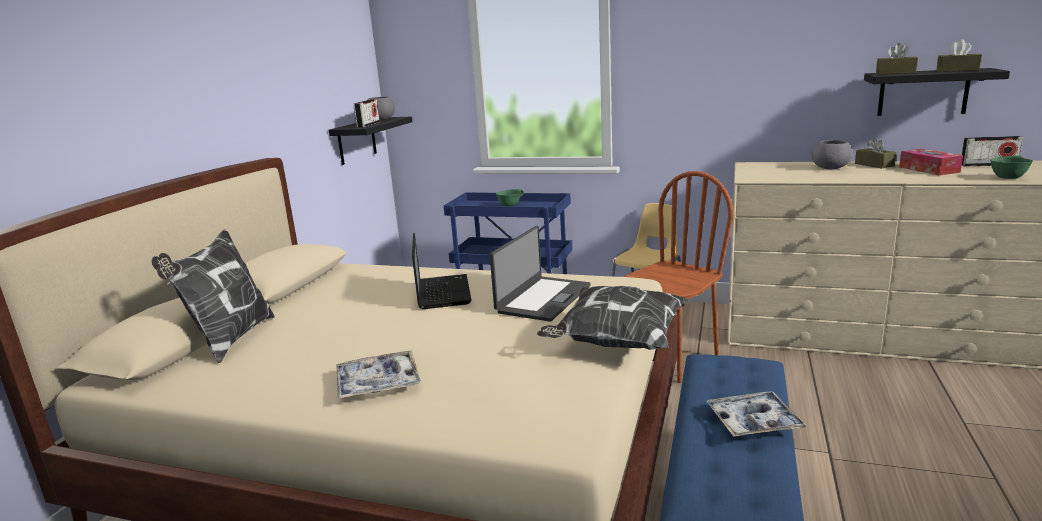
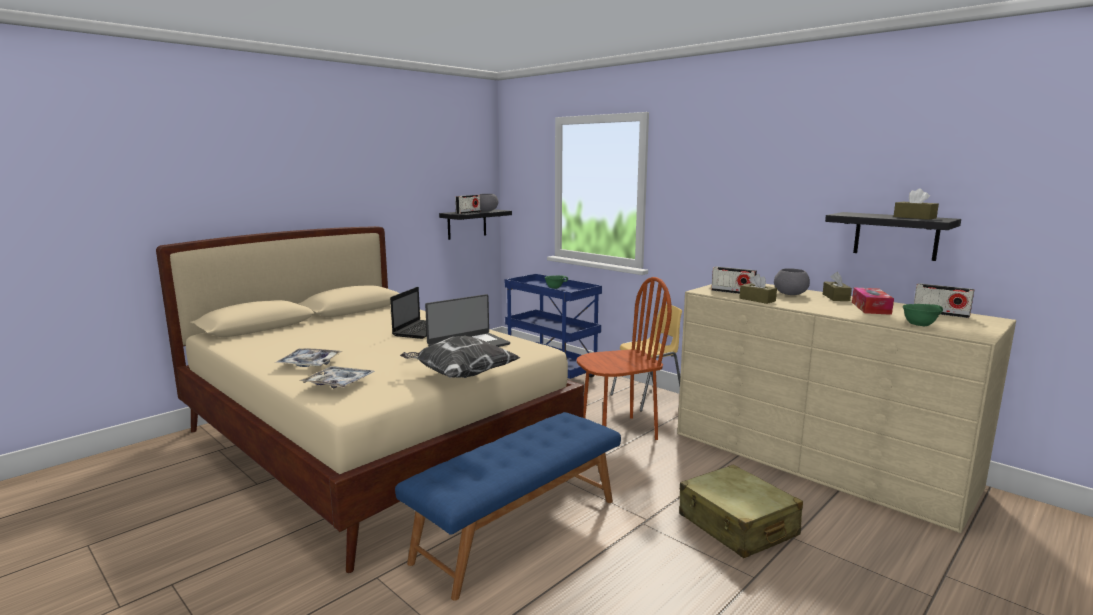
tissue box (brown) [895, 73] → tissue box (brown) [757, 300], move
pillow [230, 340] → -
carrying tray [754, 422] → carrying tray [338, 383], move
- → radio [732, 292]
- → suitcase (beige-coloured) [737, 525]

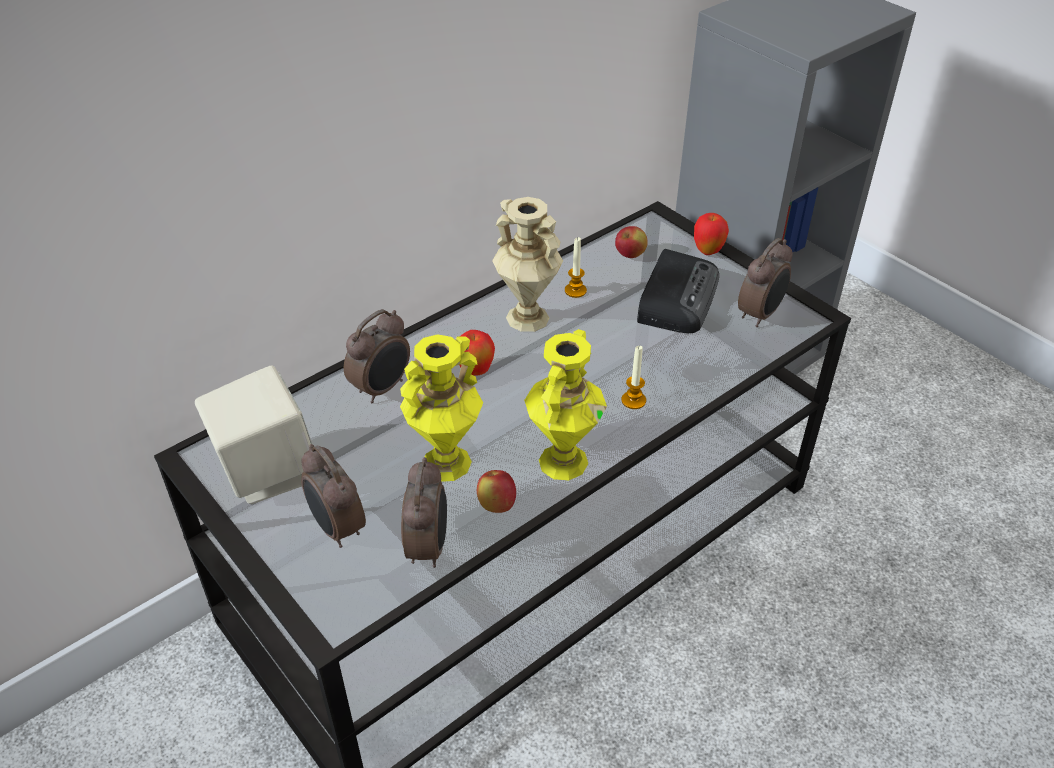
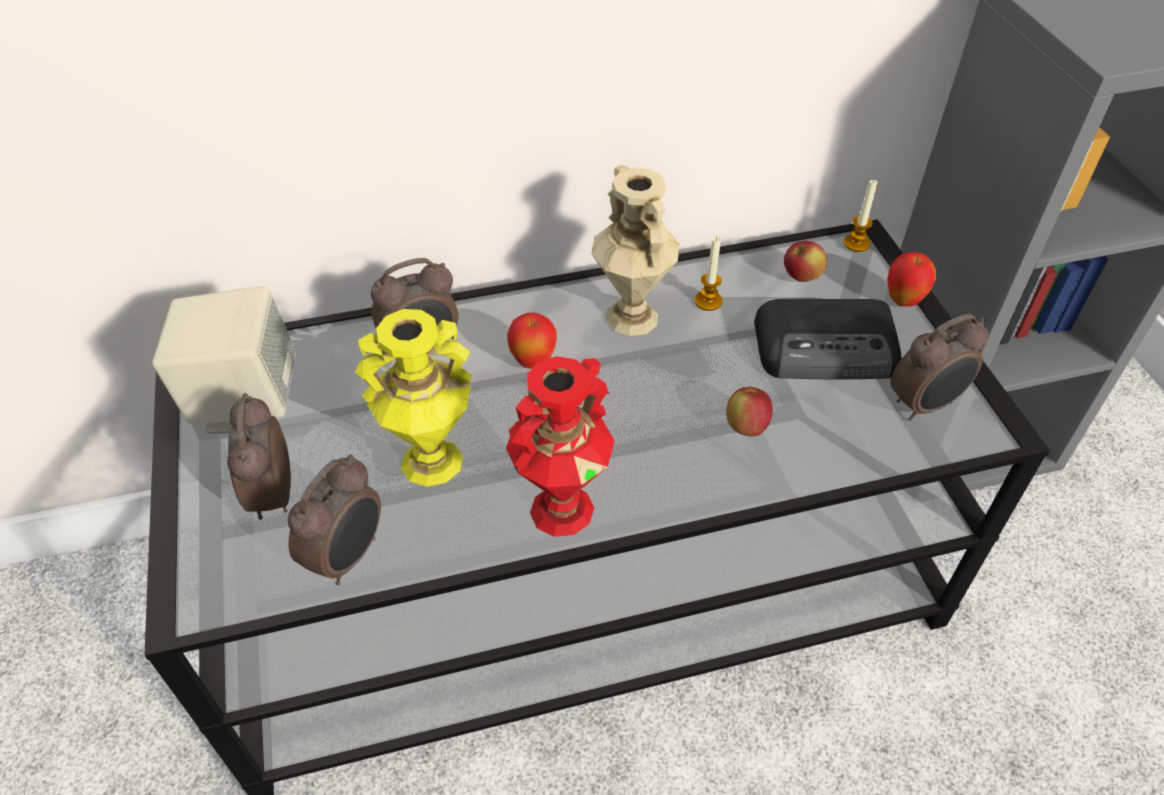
radio [677, 298] → radio [828, 349], 45 degrees clockwise
flower vase (yellow) [562, 460] → flower vase (red-coloured) [561, 508]
candle [633, 400] → candle [856, 243], move
apple fruit [496, 505] → apple fruit [746, 426], move

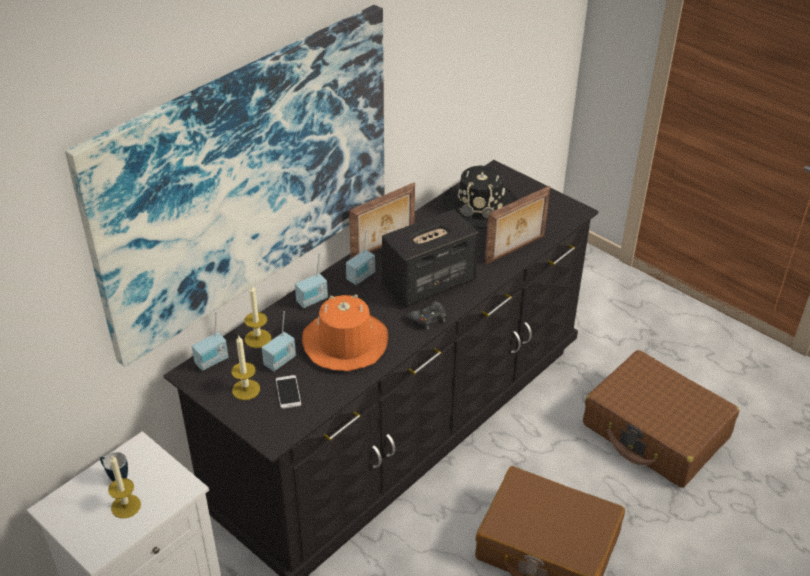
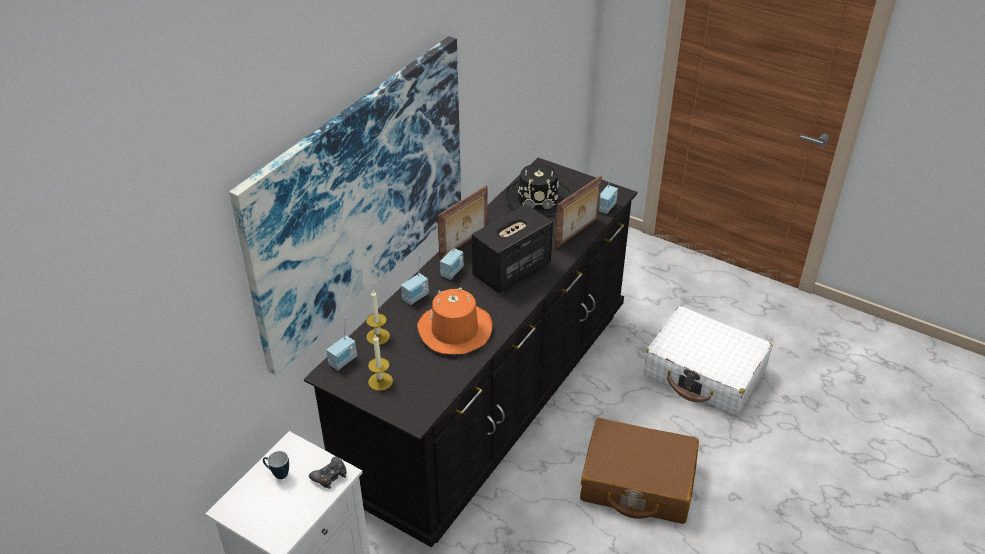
joypad (black) [428, 319] → joypad (black) [330, 476], move
radio [281, 361] → radio [607, 207], move
suitcase (brown) [656, 431] → suitcase (white-coloured) [704, 373]
telephone [288, 392] → -
candle [126, 506] → -

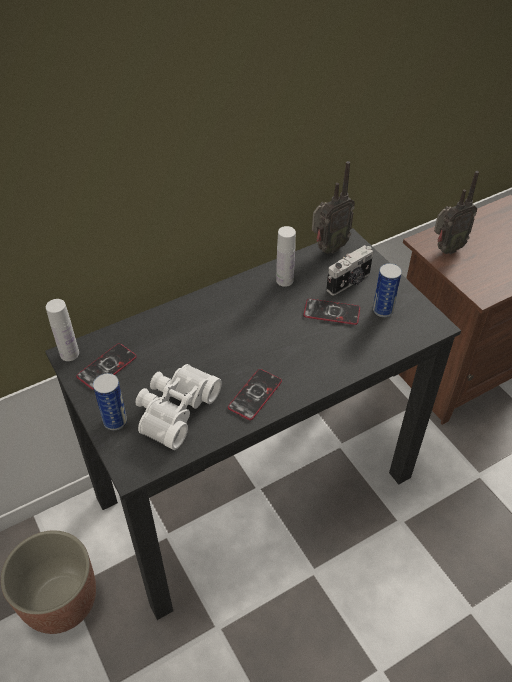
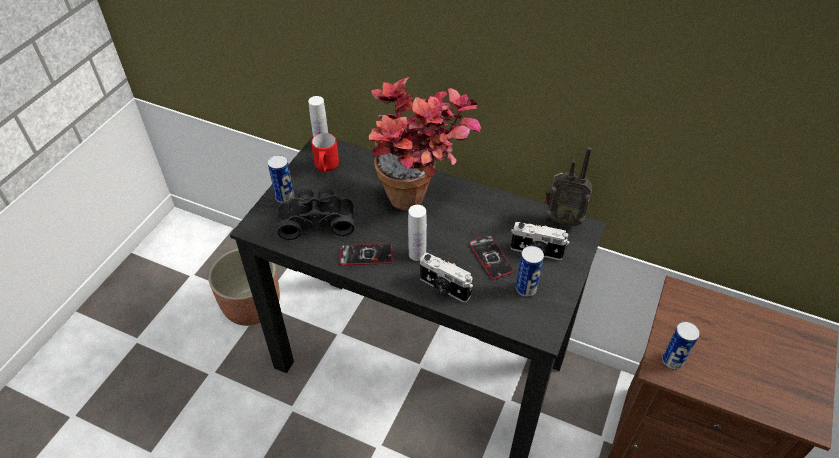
radio [446, 249] → -
beverage bottle (white-coloured) [284, 280] → beverage bottle (white-coloured) [417, 254], move
telephone [107, 367] → tea mug (red-coloured) [326, 167]
field glasses (white-coloured) [174, 410] → field glasses (black) [317, 220]
- → potted plant [420, 200]
- → still camera [444, 288]
- → can [672, 361]

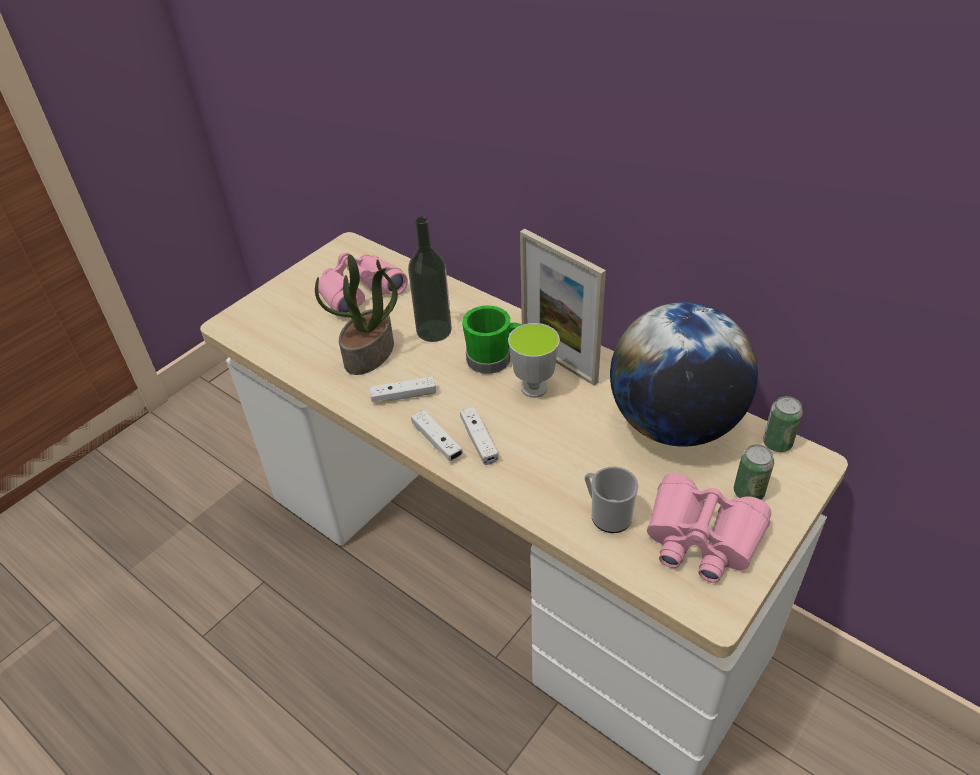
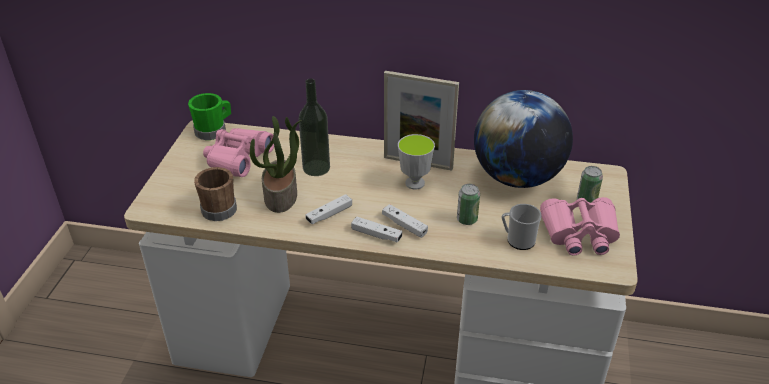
tea mug (green) [494, 359] → tea mug (green) [214, 130], move
can [777, 443] → can [467, 219], move
- → tea mug (brown) [218, 207]

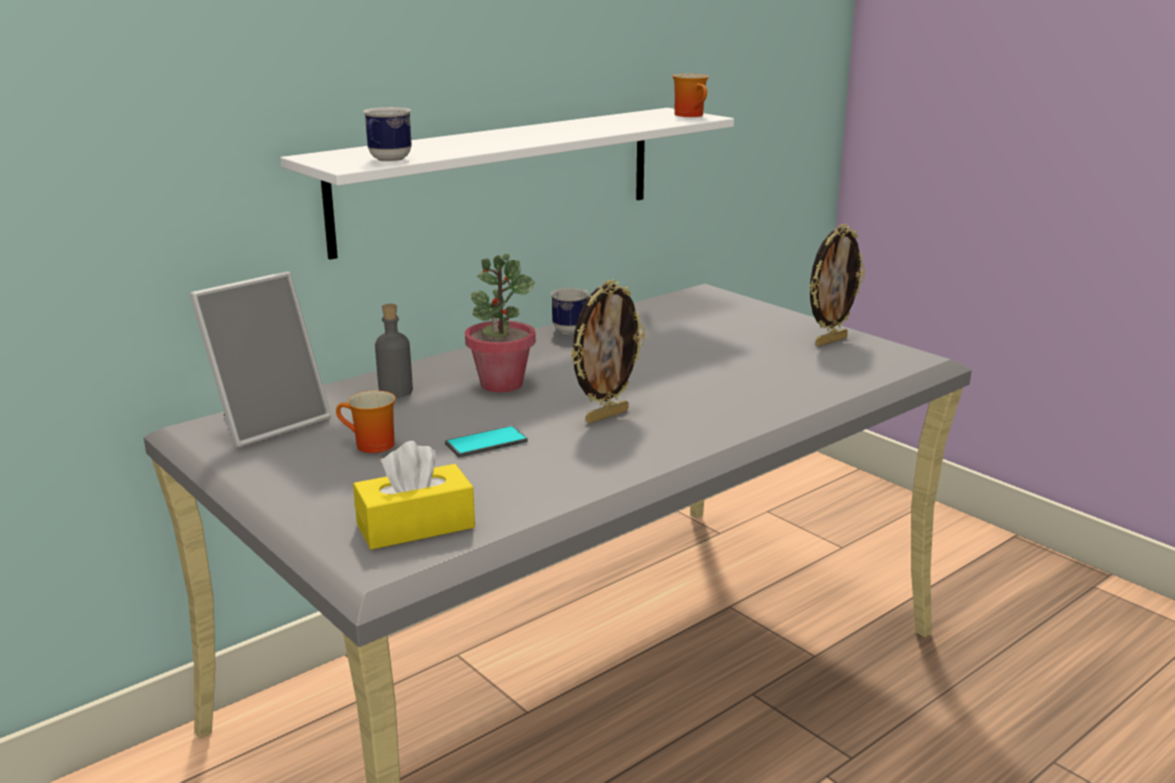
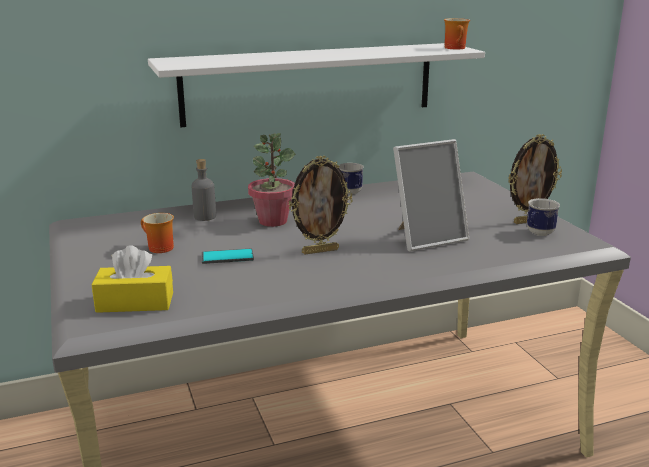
tea mug [386, 160] → tea mug [538, 234], move
picture frame [268, 423] → picture frame [427, 238], move

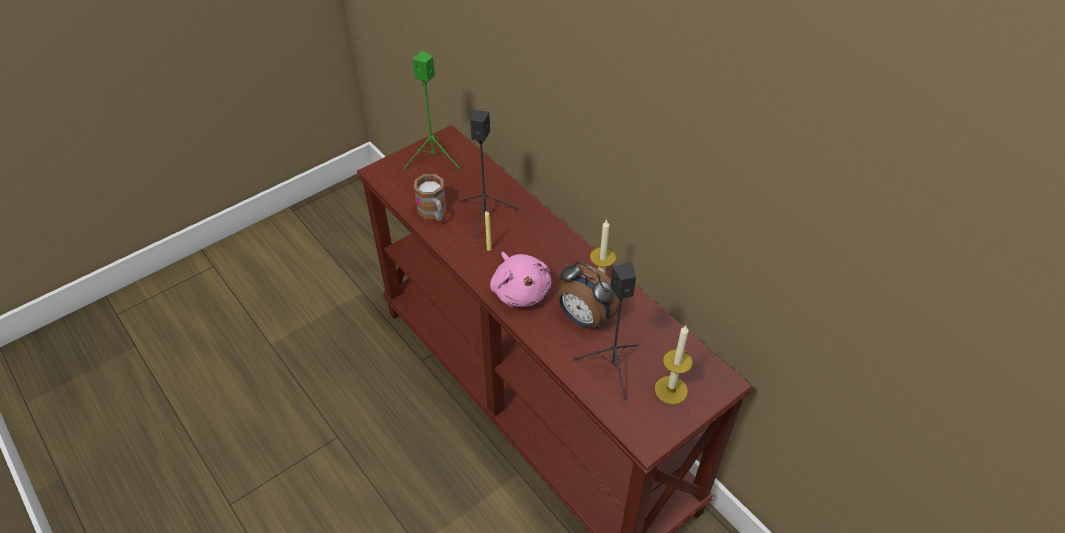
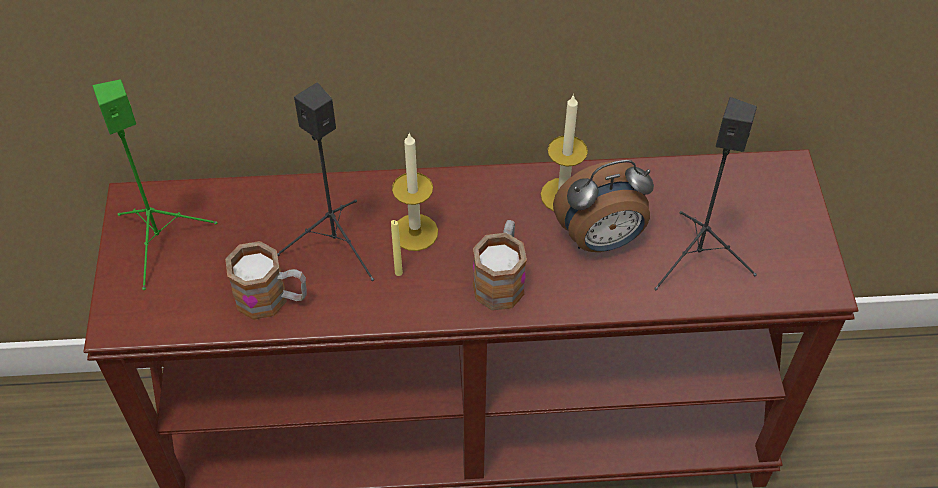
cuddly toy (pink) [520, 290] → tea mug [501, 279]
candle [671, 390] → candle [415, 232], move

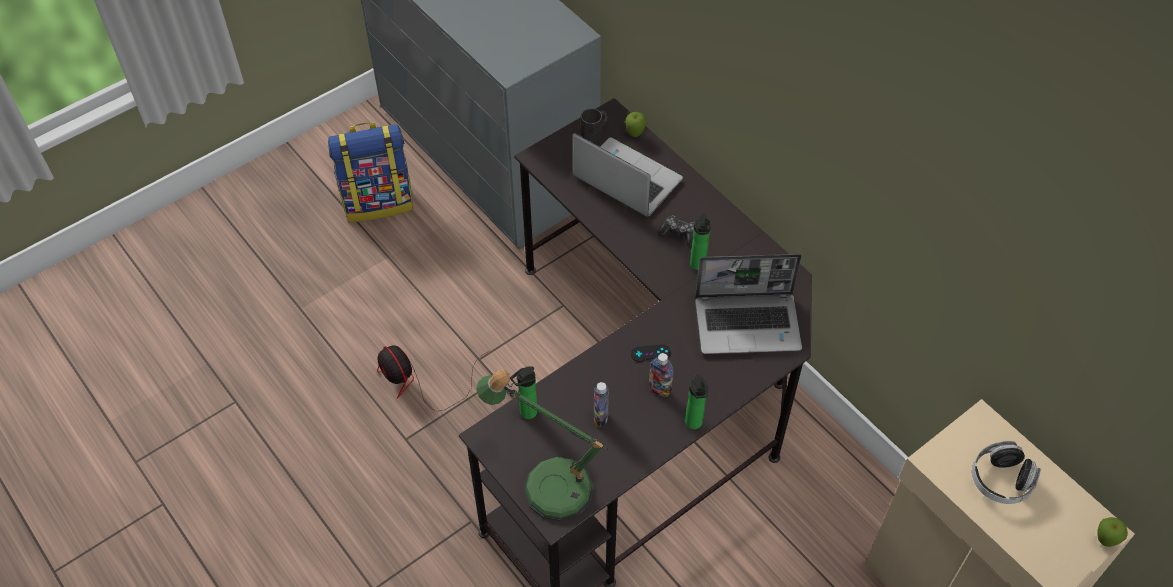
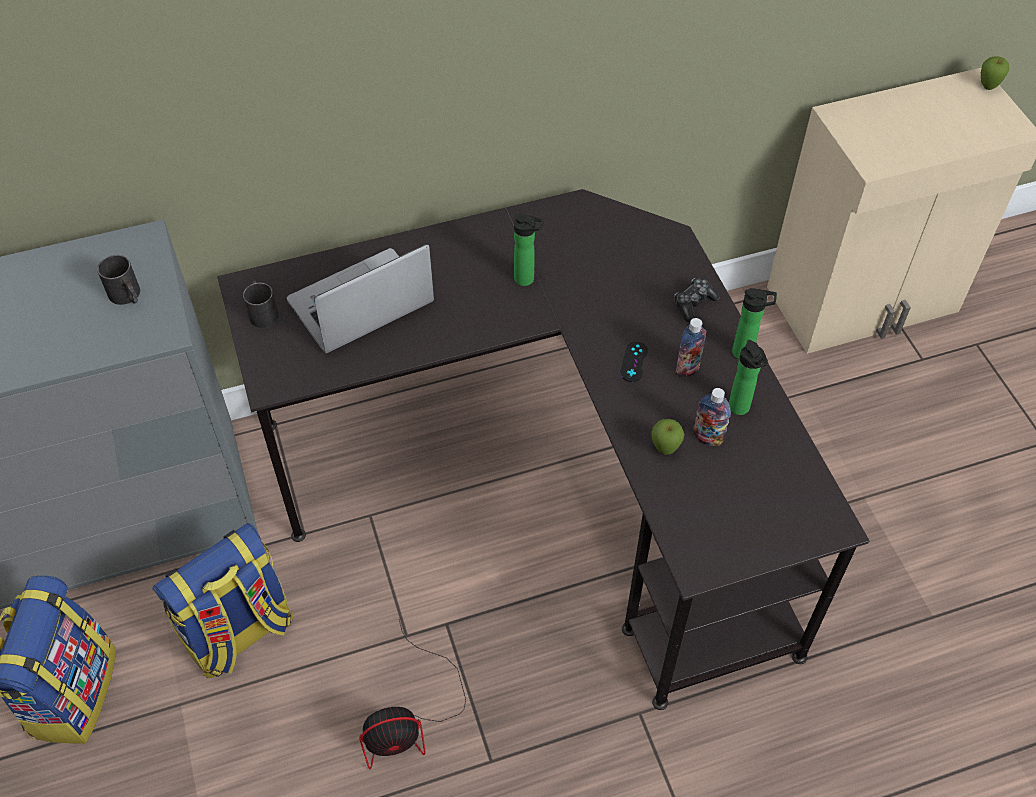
apple fruit [635, 134] → apple fruit [665, 449], move
joypad [678, 234] → joypad [694, 303], move
notebook computer [748, 323] → -
beverage bottle [526, 413] → beverage bottle [740, 409], move
table lamp [548, 482] → -
headphones [1000, 481] → -
- → tea mug (black) [127, 296]
- → knapsack [239, 633]

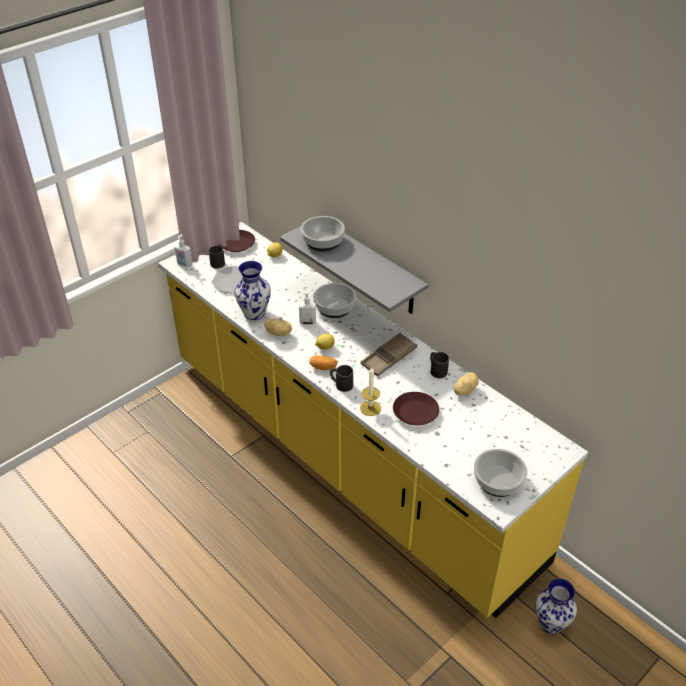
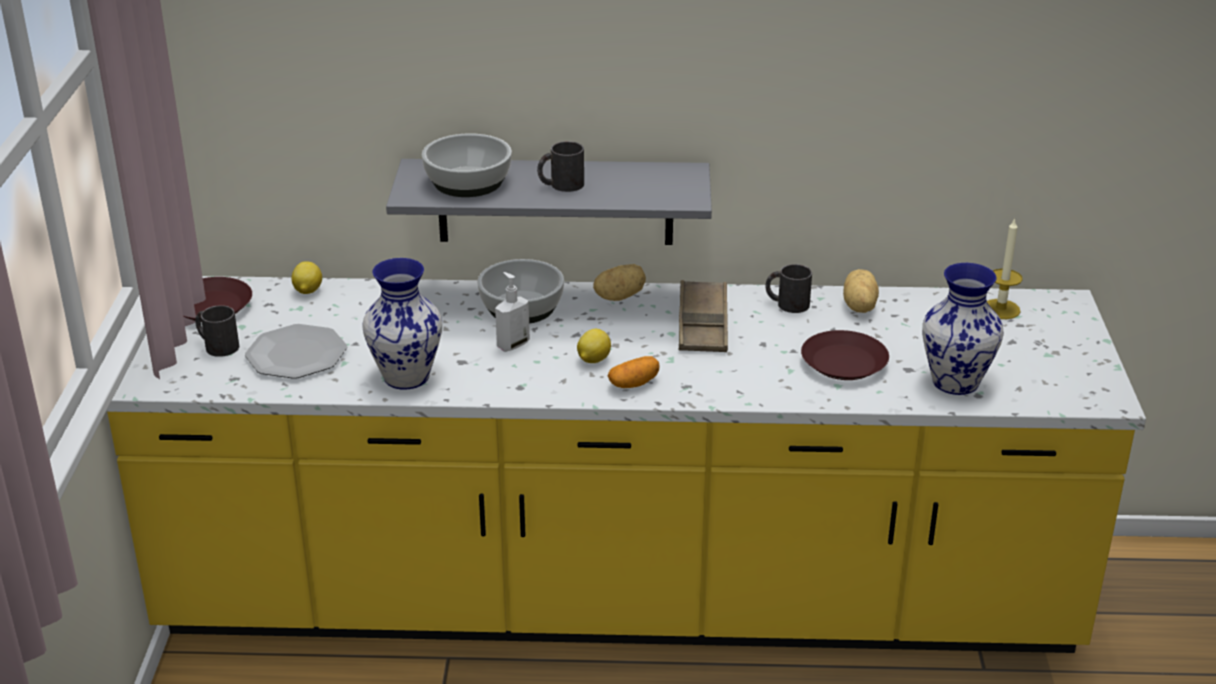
liquid soap bottle [184, 265] → -
spud [278, 333] → spud [619, 296], move
tea mug (black) [341, 384] → tea mug (black) [560, 185], move
candle [370, 408] → candle [1000, 309], move
deep dish [497, 480] → -
flower vase [551, 624] → flower vase [956, 382], move

